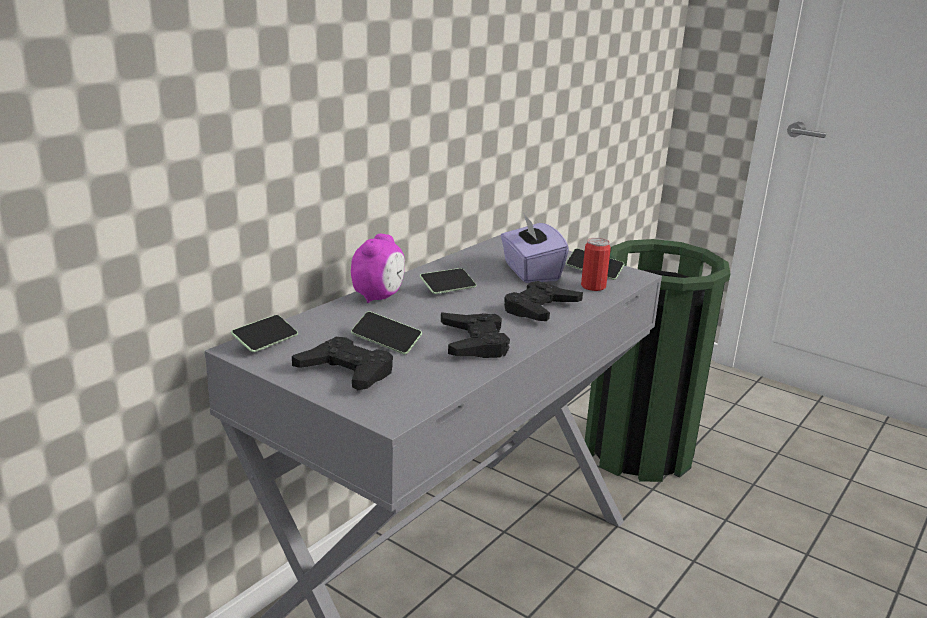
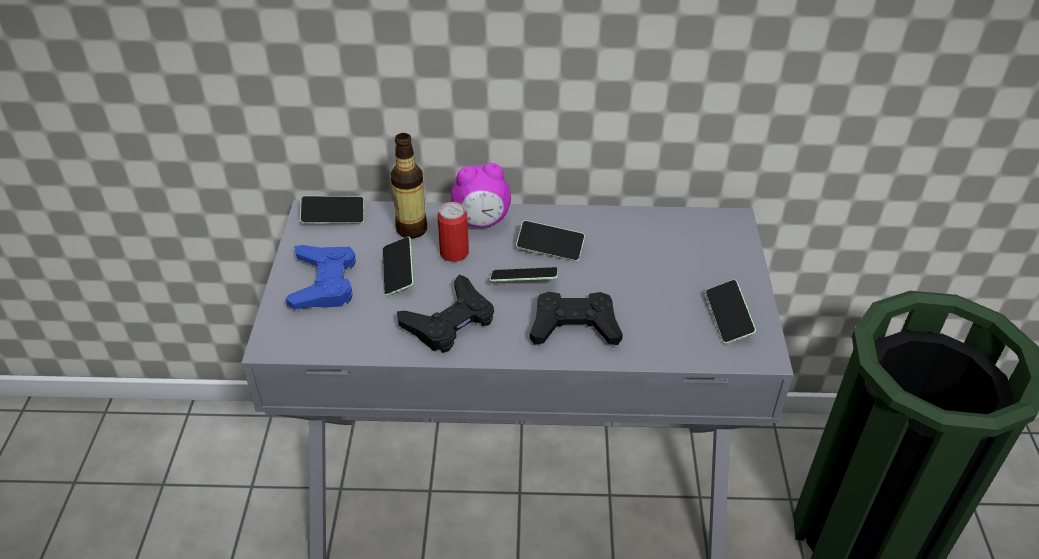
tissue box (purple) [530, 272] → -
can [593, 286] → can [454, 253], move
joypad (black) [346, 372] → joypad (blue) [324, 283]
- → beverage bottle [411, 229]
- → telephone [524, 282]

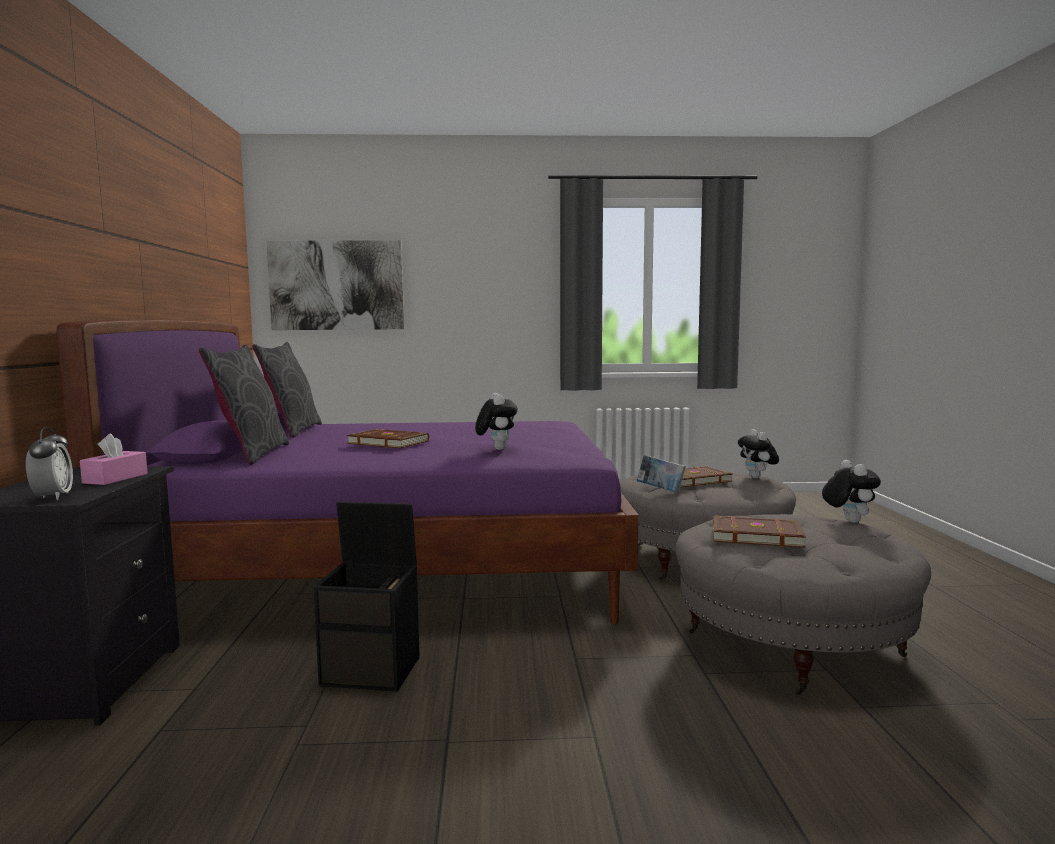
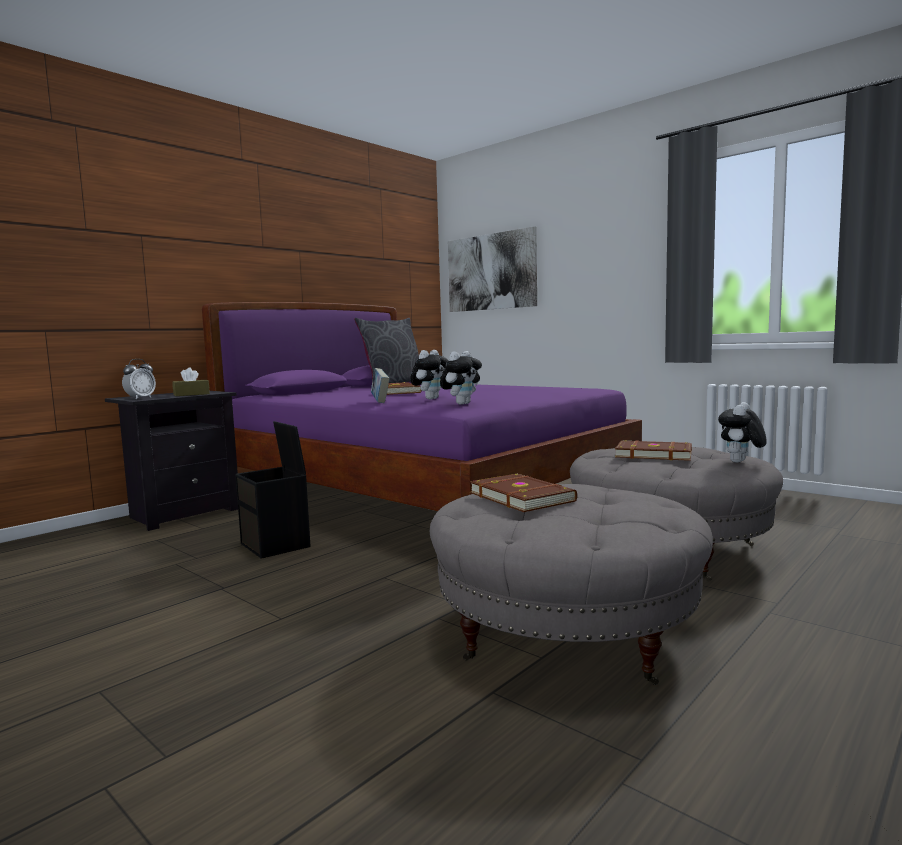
pillow (greyish) [251, 454] → -
tissue box (pink) [115, 478] → tissue box (brown) [191, 394]
volume [660, 490] → volume [380, 401], move
cuddly toy [848, 521] → cuddly toy [461, 403], move

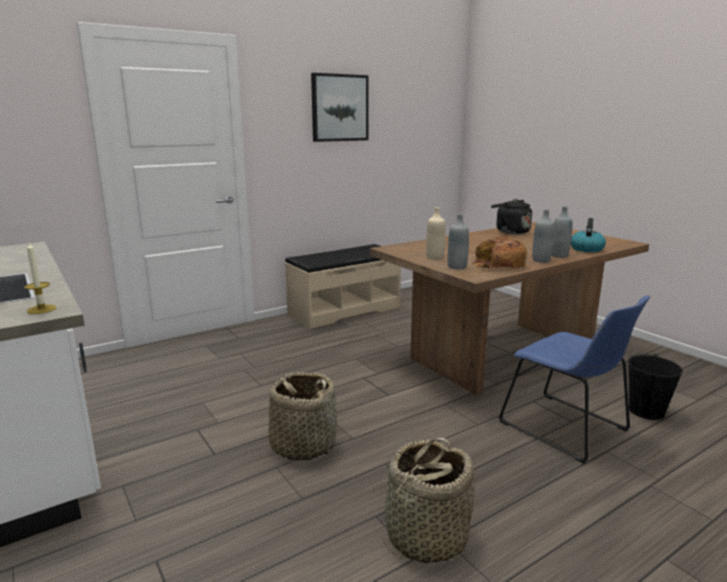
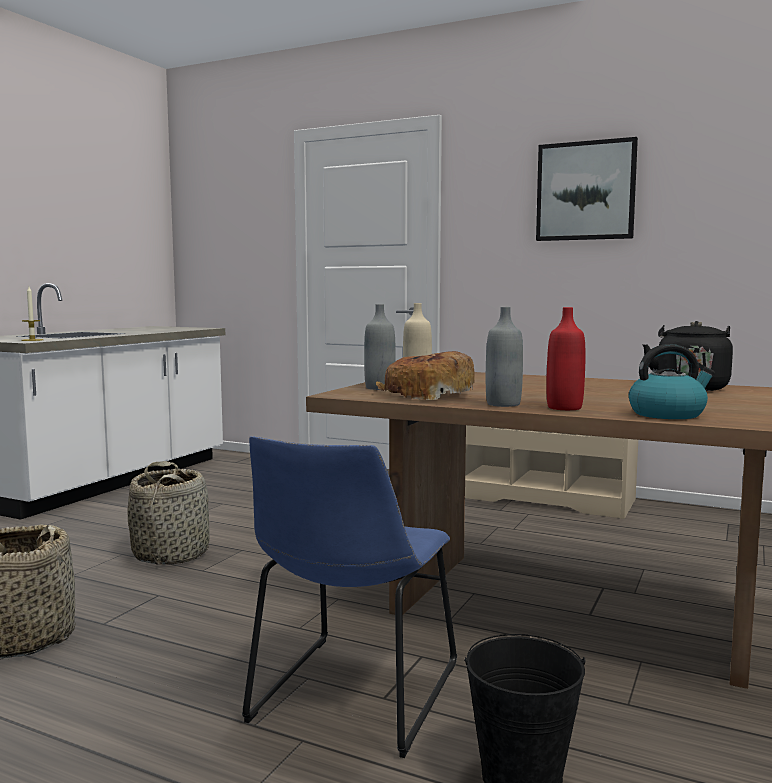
beverage bottle (greyish) [559, 255] → beverage bottle (red-coloured) [564, 408]

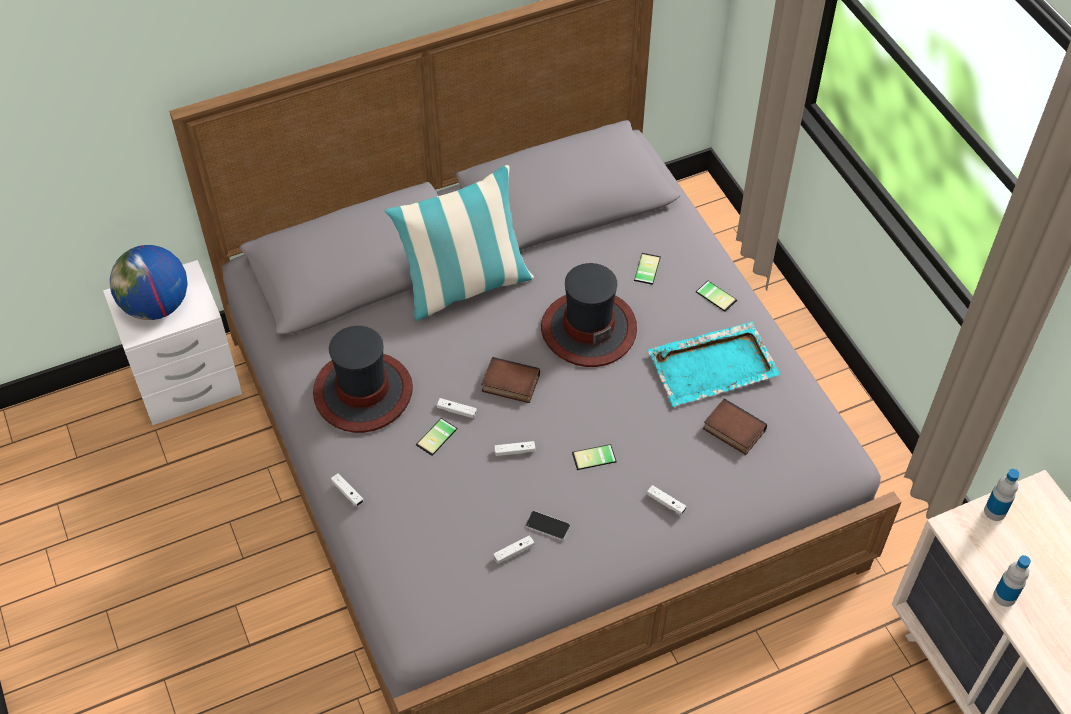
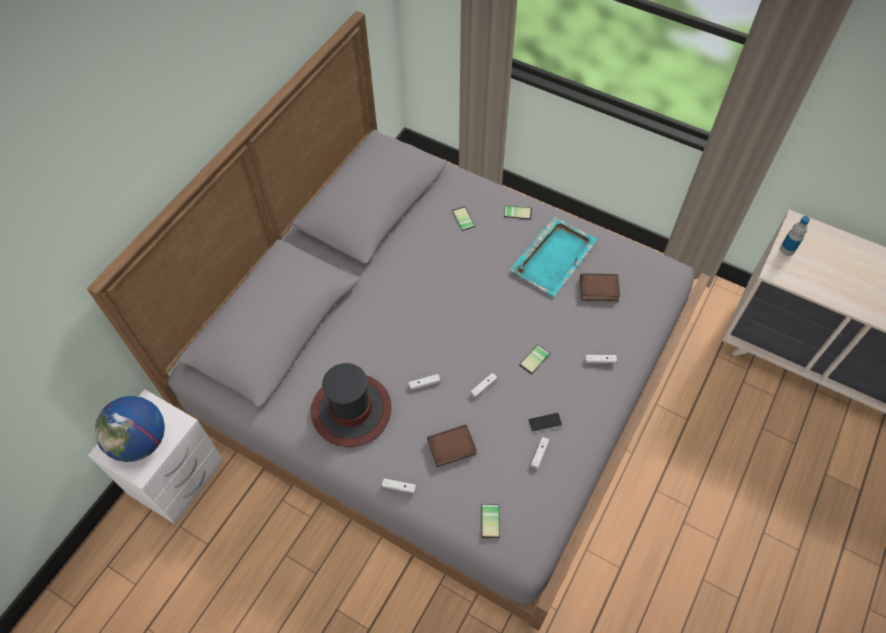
pillow [465, 287] → -
hat [588, 329] → -
volume [509, 384] → volume [451, 448], move
telephone [438, 438] → telephone [492, 521], move
beverage bottle [1004, 596] → -

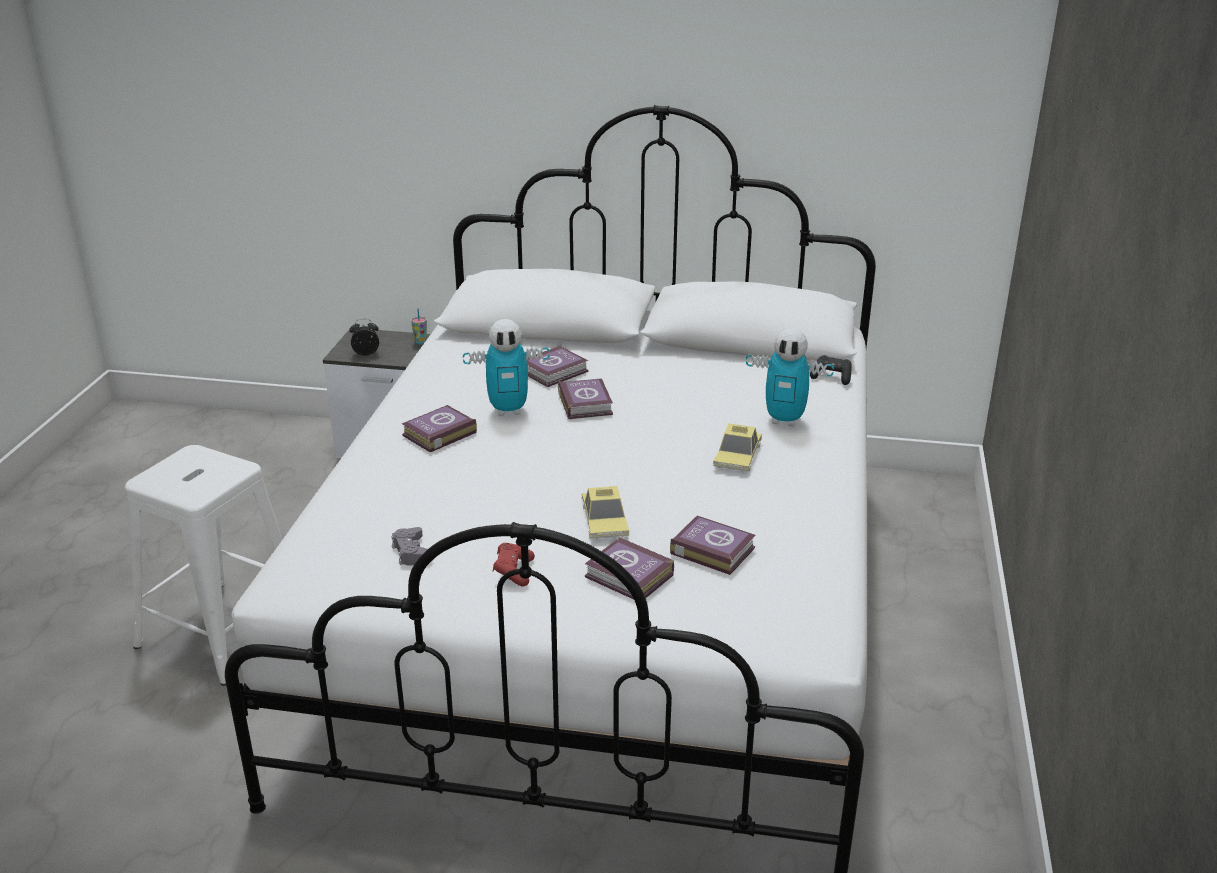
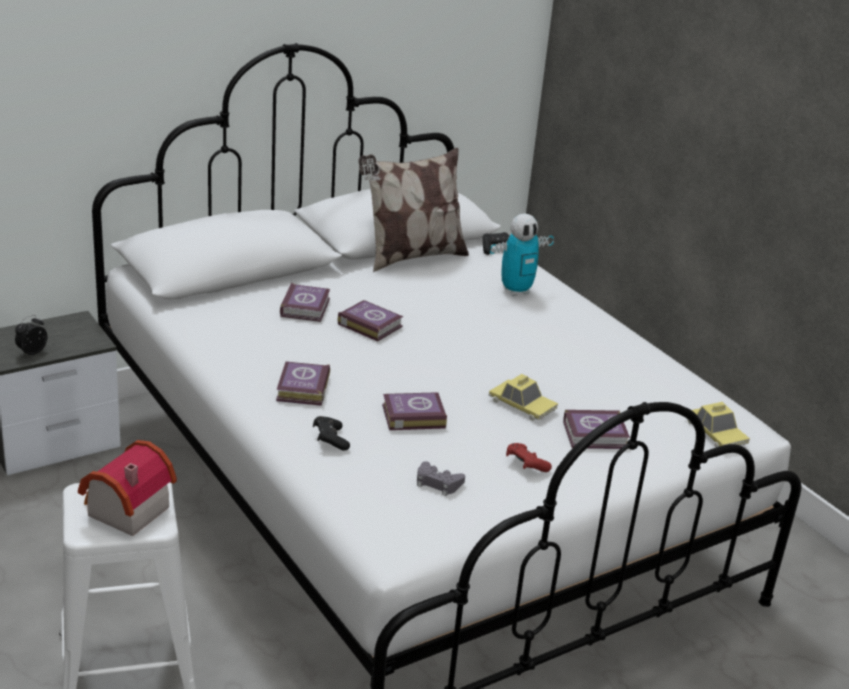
cup [420, 342] → -
model robot [508, 410] → -
toy car [737, 456] → toy car [715, 432], move
volume [711, 549] → volume [411, 416], move
- → pillow [411, 256]
- → joypad (black) [330, 440]
- → model house [123, 510]

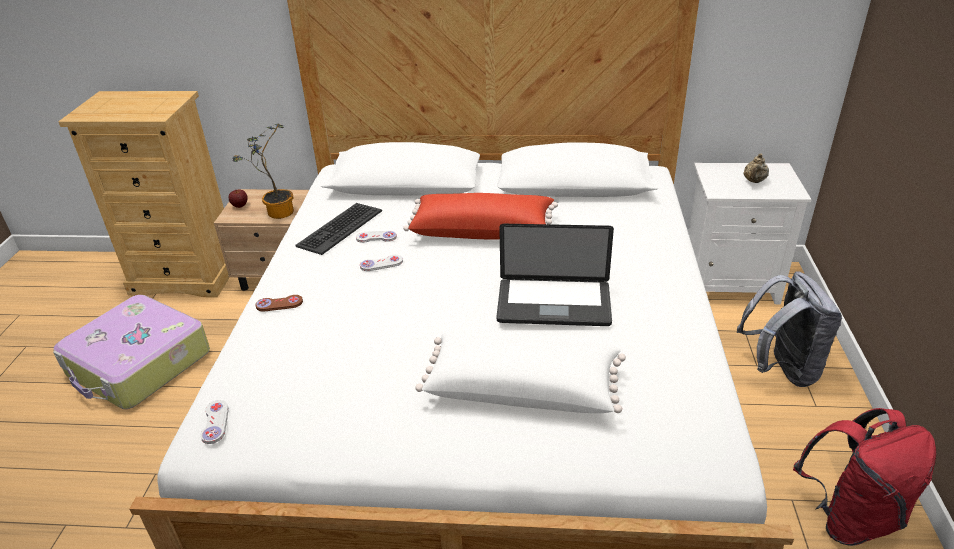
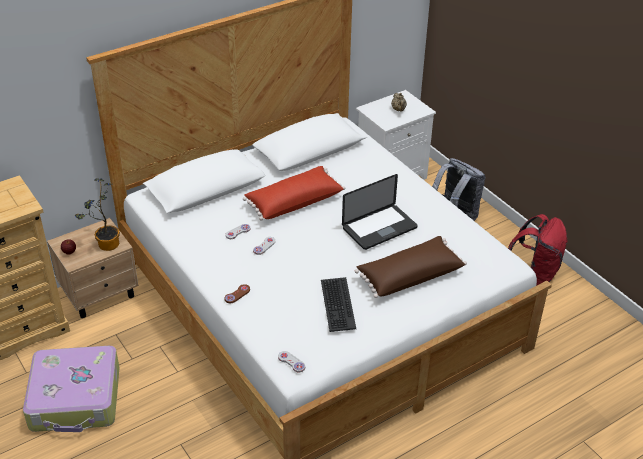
PC keyboard [339, 228] → PC keyboard [337, 304], move
pillow (white-coloured) [522, 388] → pillow (brown) [409, 275]

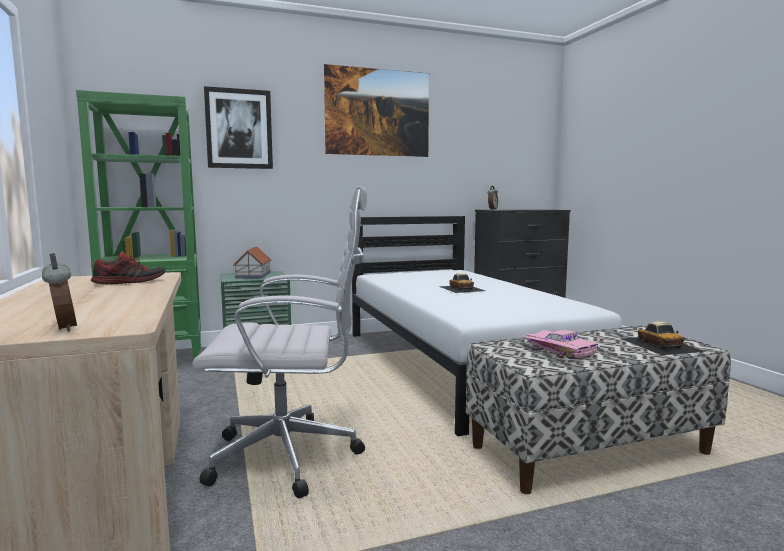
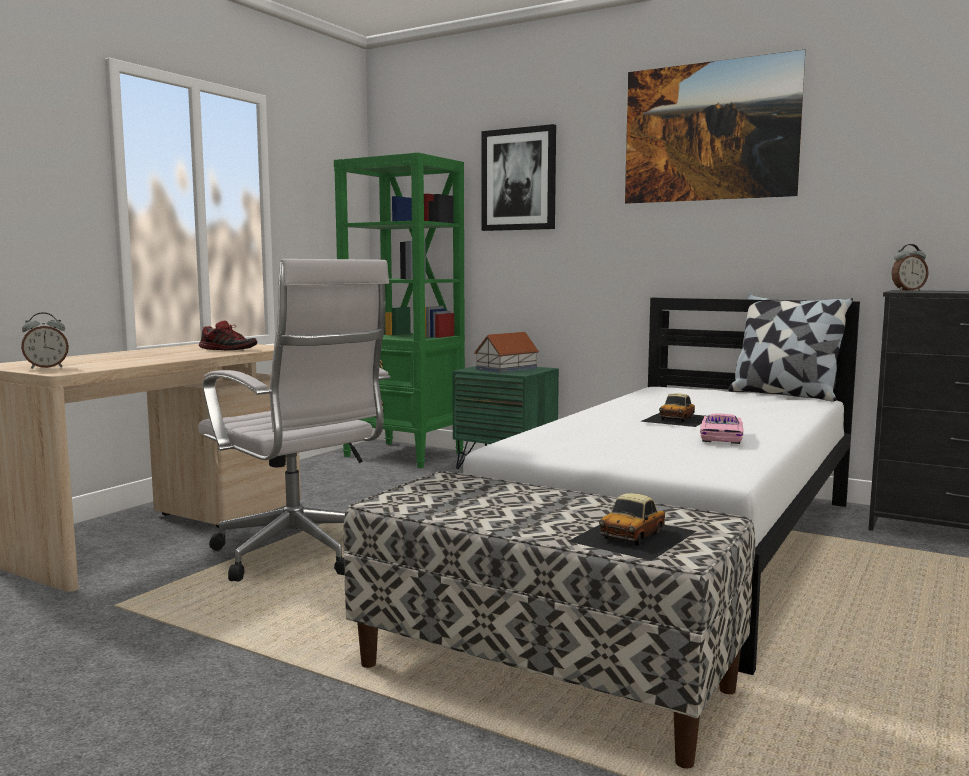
bedside clock [62, 328] → bedside clock [46, 367], 45 degrees clockwise
toy car (pink) [561, 350] → toy car (pink) [724, 437], move
- → pillow [784, 394]

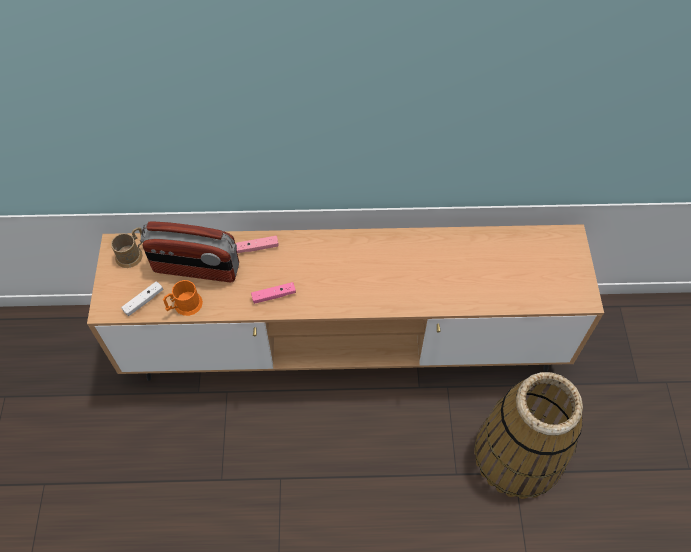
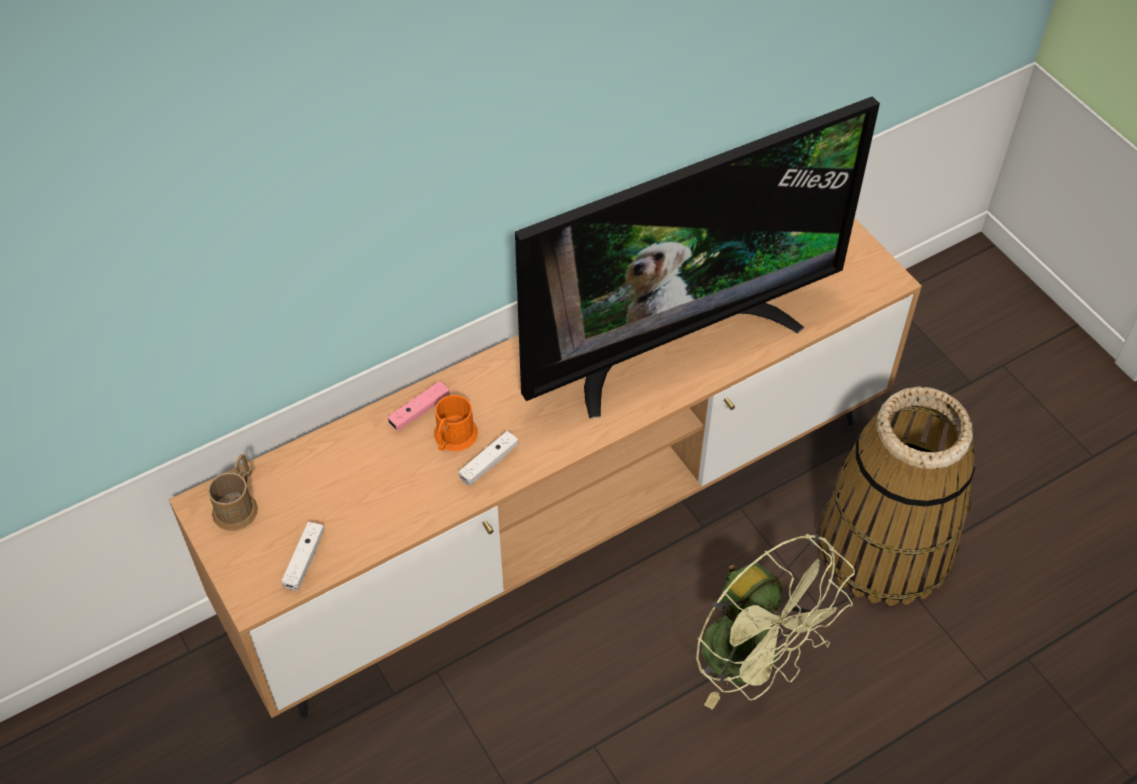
radio [196, 269] → -
tea mug (orange-coloured) [184, 305] → tea mug (orange-coloured) [453, 438], move
joypad (pink) [274, 295] → joypad (white-coloured) [489, 463]
- → TV set [676, 341]
- → cooling fan (green) [755, 661]

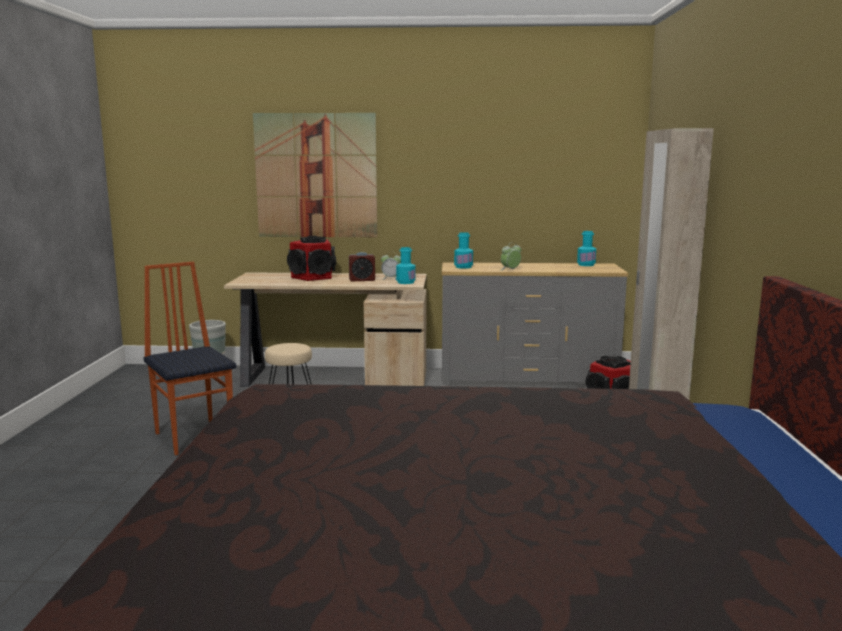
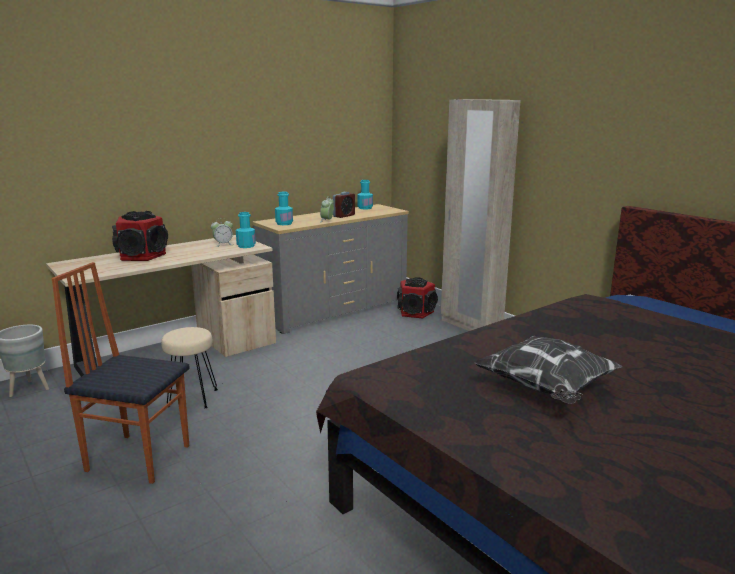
wall picture [316, 176] → -
bedside clock [362, 280] → bedside clock [344, 216], move
- → pillow [546, 390]

